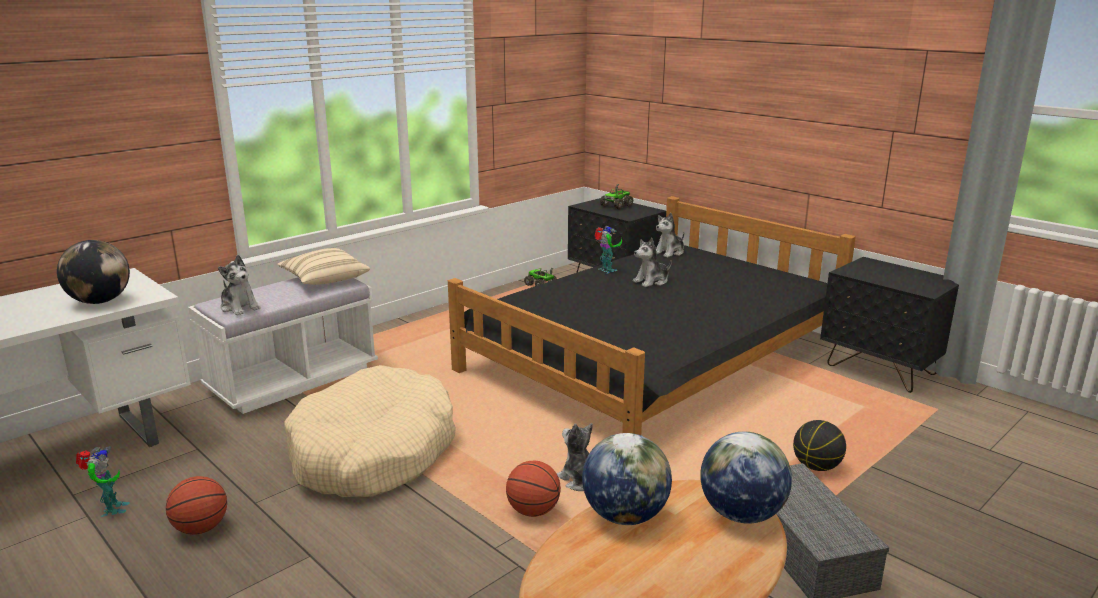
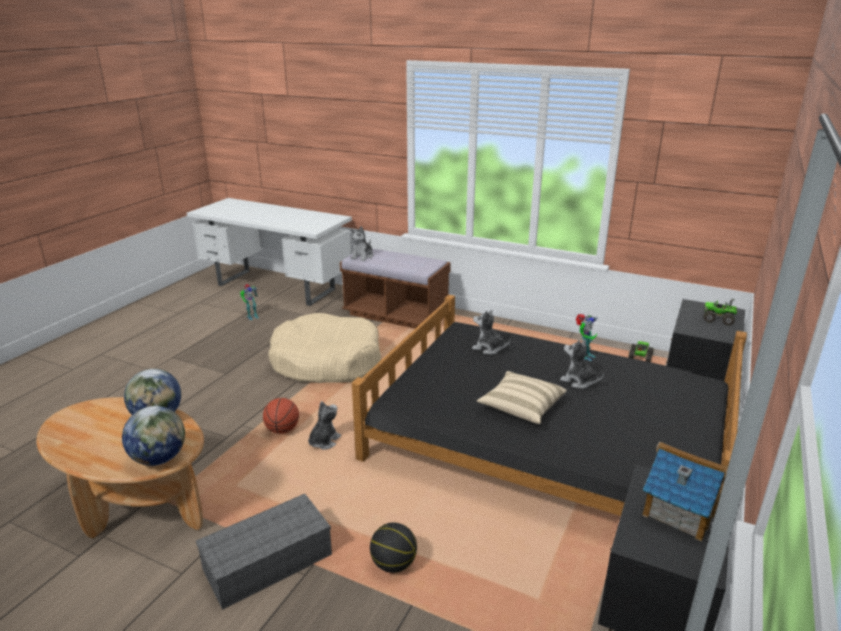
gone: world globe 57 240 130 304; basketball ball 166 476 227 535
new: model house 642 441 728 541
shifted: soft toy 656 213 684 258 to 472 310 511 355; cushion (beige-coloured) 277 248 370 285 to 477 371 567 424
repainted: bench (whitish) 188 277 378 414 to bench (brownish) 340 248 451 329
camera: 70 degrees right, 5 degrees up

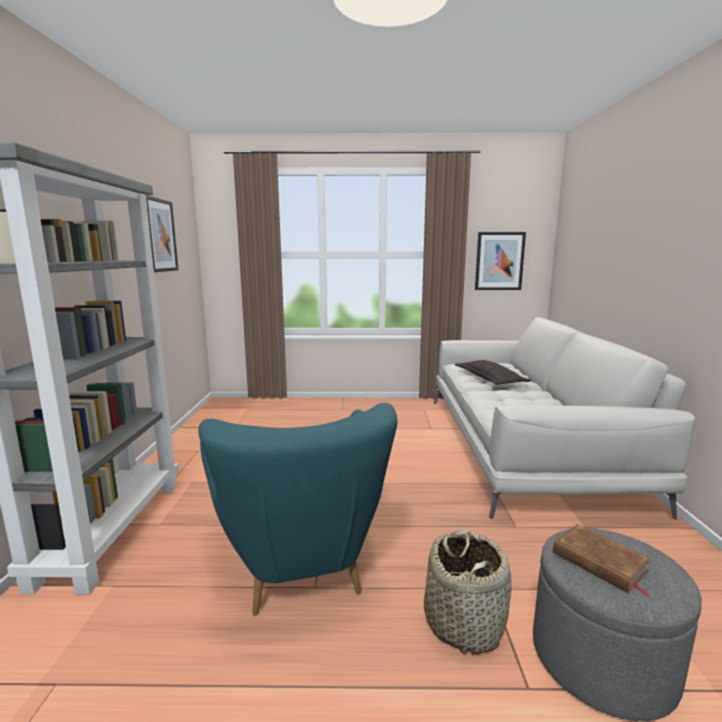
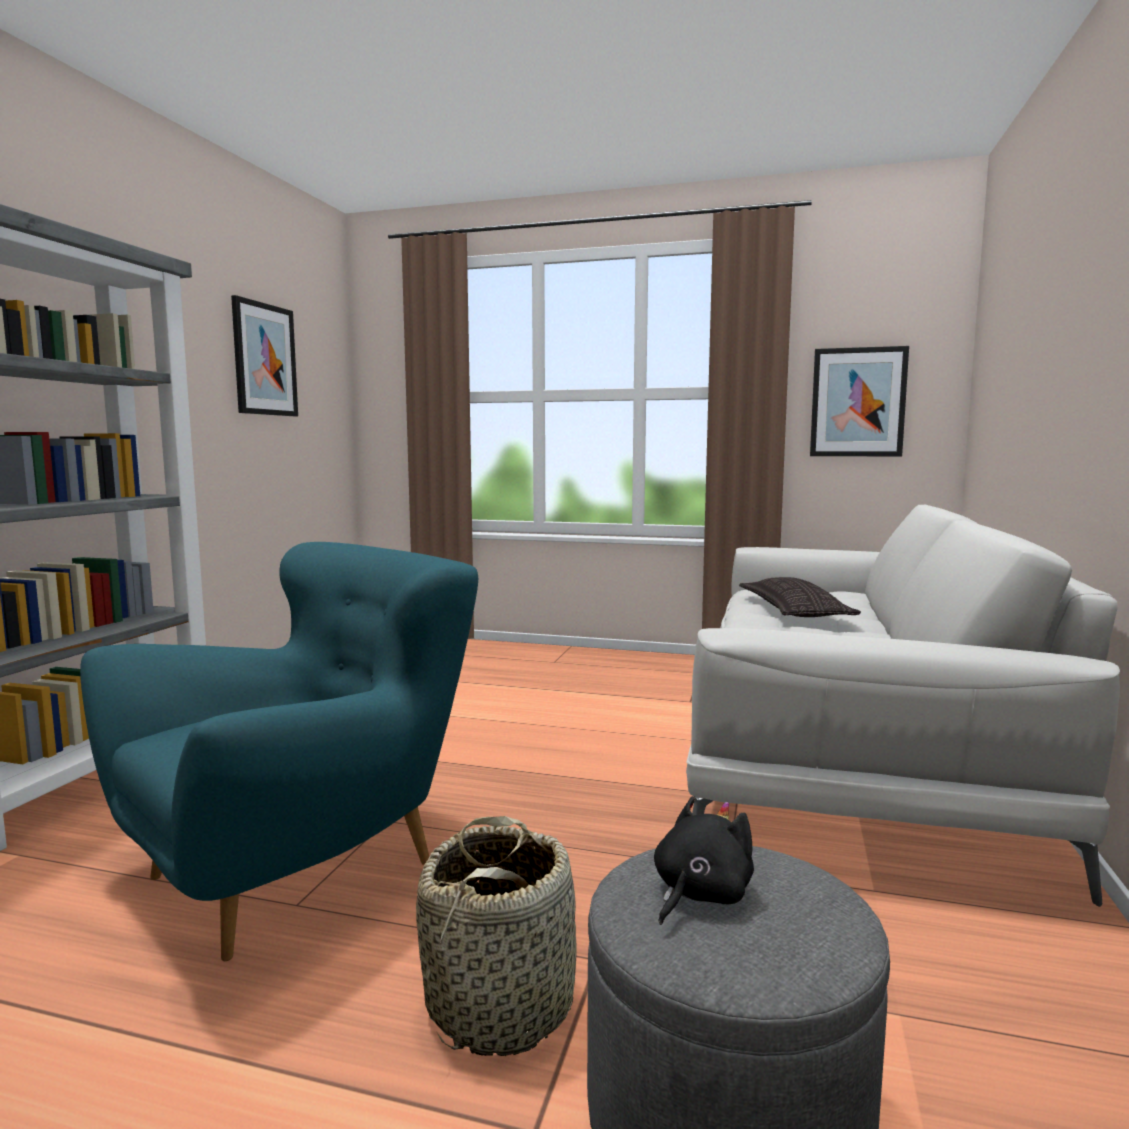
swapped: volume (brownish) 553 524 651 597 to soft toy (black) 654 796 754 925
rotated: easy chair (turquoise) 198 403 397 616 = 80 542 478 961 135 degrees counterclockwise
camera: 15 degrees right, 5 degrees down

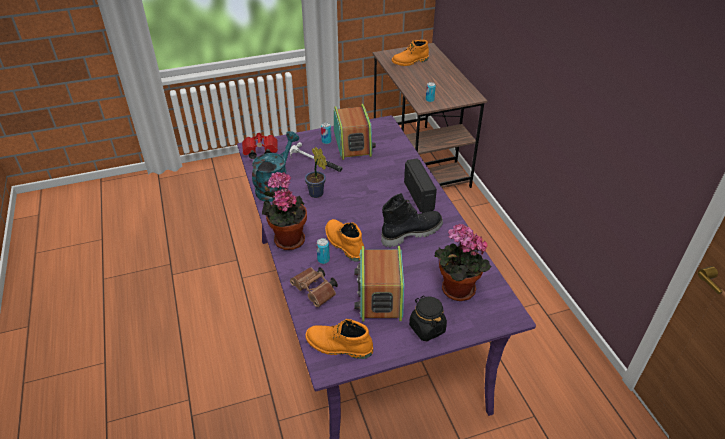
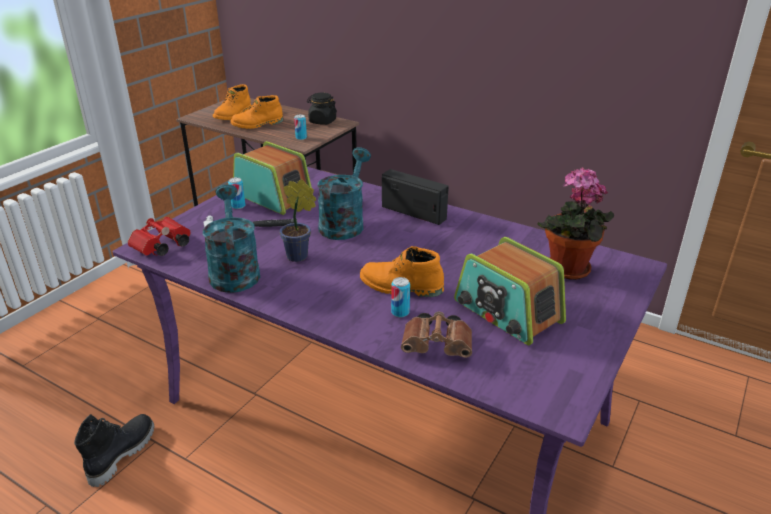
gone: houseplant 262 171 307 250
new: watering pot (turquoise) 317 147 371 240
shifted: high-top boot (black) 381 193 443 247 to 74 414 155 487; preserve jar (black) 409 295 447 341 to 307 93 337 125; high-top boot (orangey) 306 319 373 359 to 231 95 283 129
camera: 40 degrees left, 10 degrees down

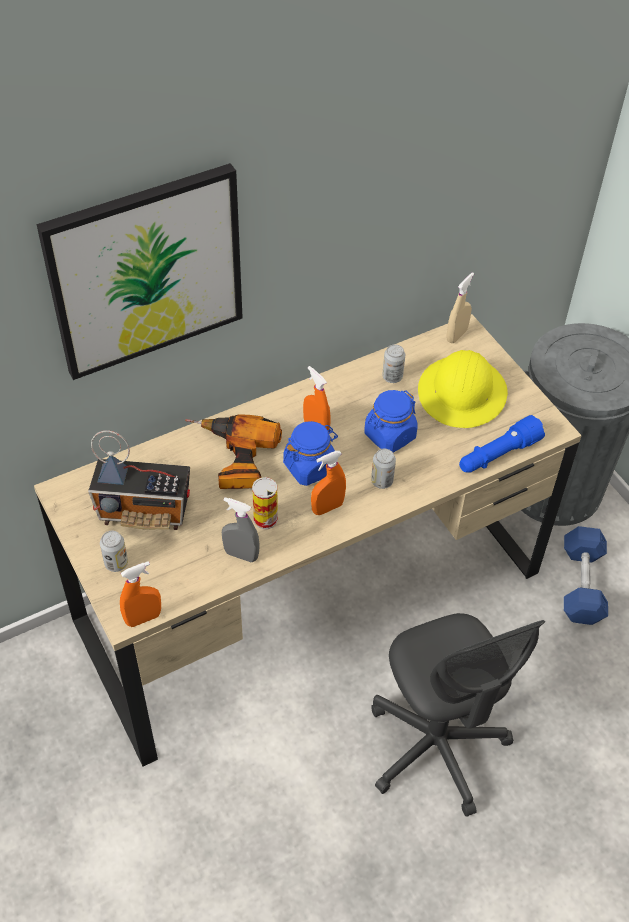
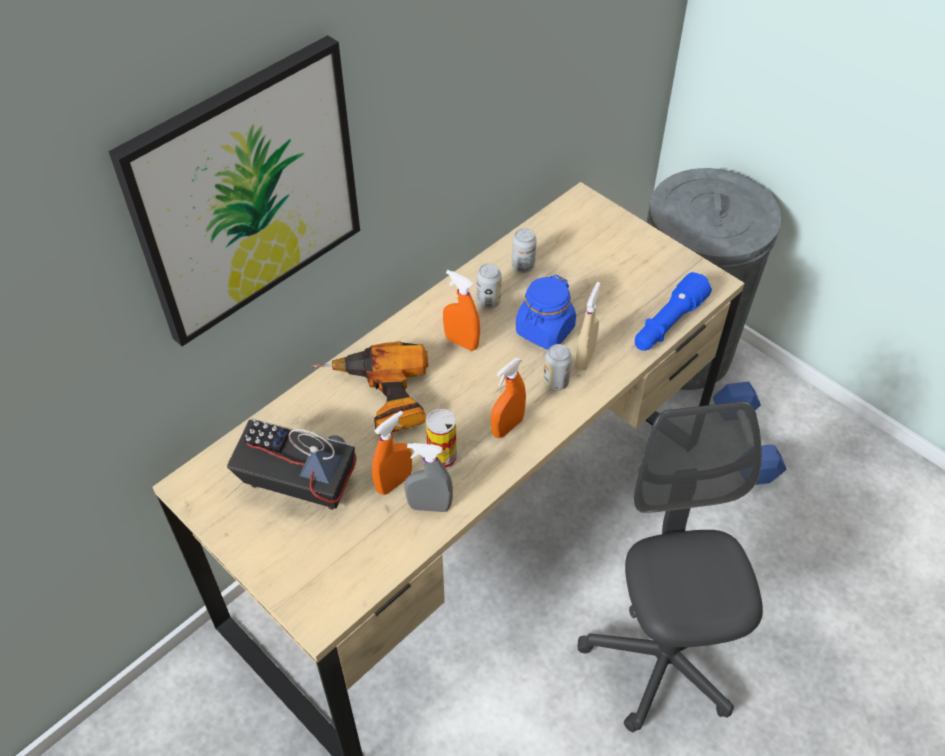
gone: hard hat (yellow-coloured) 418 350 508 428; preserve jar (blue) 283 421 338 486
shifted: hand sprayer (beige-coloured) 446 272 474 343 to 575 282 601 371; can 100 531 128 572 to 477 263 502 309; hand sprayer (orangey) 120 561 161 627 to 372 411 412 495
rotated: radio receiver 88 430 190 530 = 227 418 357 510 150 degrees counterclockwise; computer chair (greyish) 371 613 546 817 = 577 401 763 732 150 degrees counterclockwise
camera: 15 degrees left, 0 degrees up

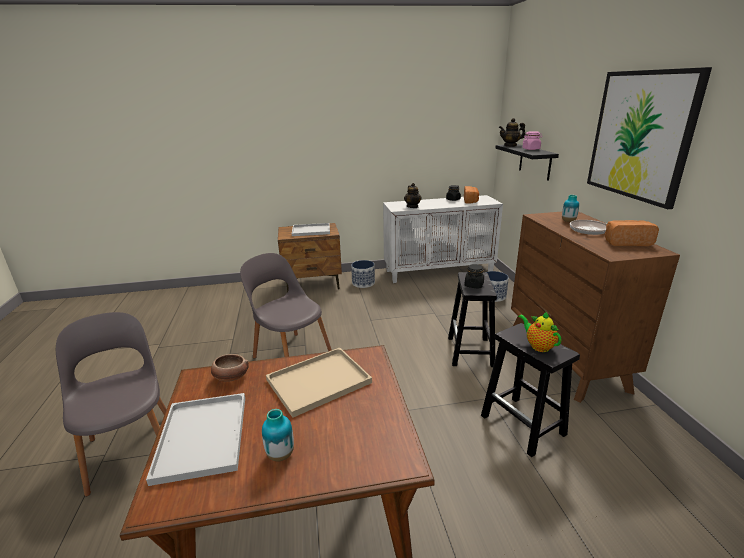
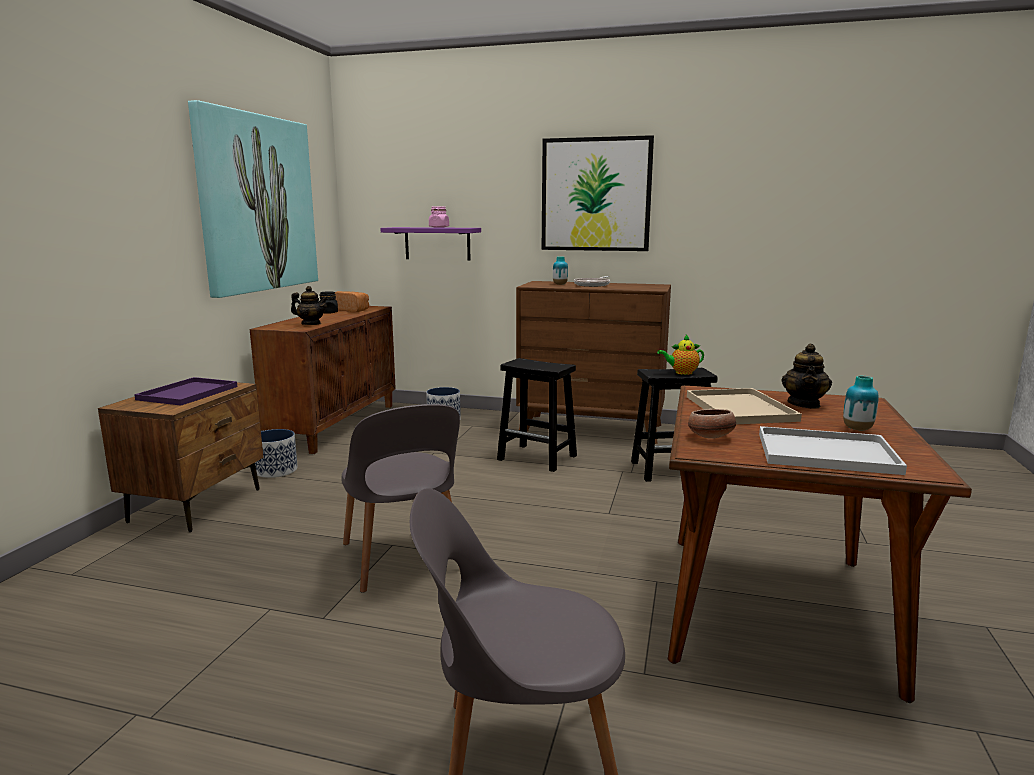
gone: bakery bread 605 220 659 246; preserve jar (black) 464 264 484 288
new: wall art 188 100 318 298
shifted: teapot 499 118 525 147 to 781 344 832 408
repainted: wall shelf (black) 495 144 559 180 to wall shelf (purple) 381 227 481 260; cupboard (whitish) 383 195 503 283 to cupboard (brownish) 250 306 396 454; carrying tray (whitish) 292 223 330 236 to carrying tray (purple) 134 377 237 406
rotated: chair (greyish) 240 253 332 358 = 341 404 460 593 90 degrees counterclockwise
camera: 65 degrees left, 10 degrees down

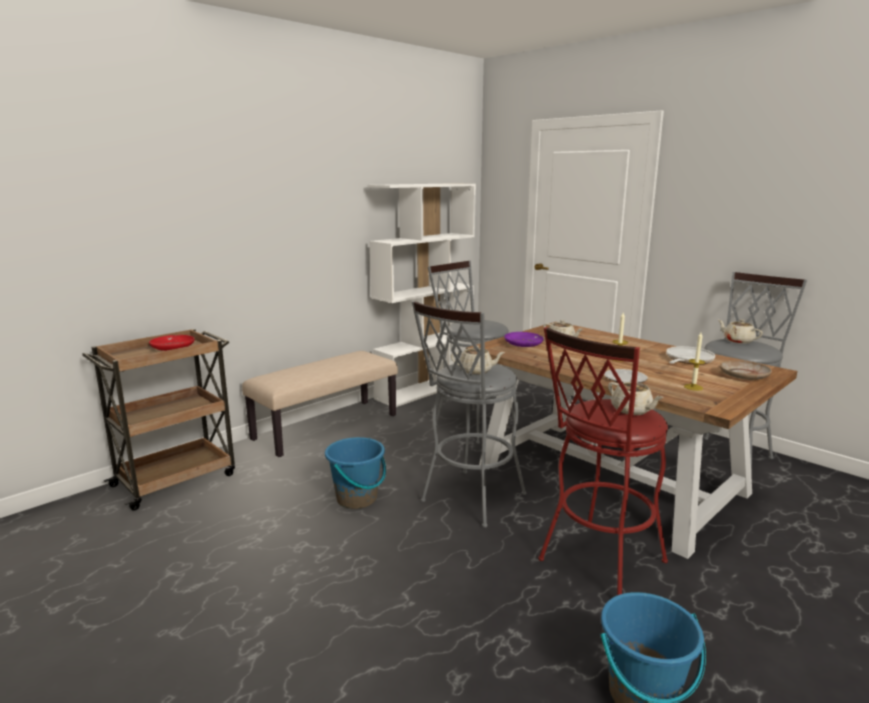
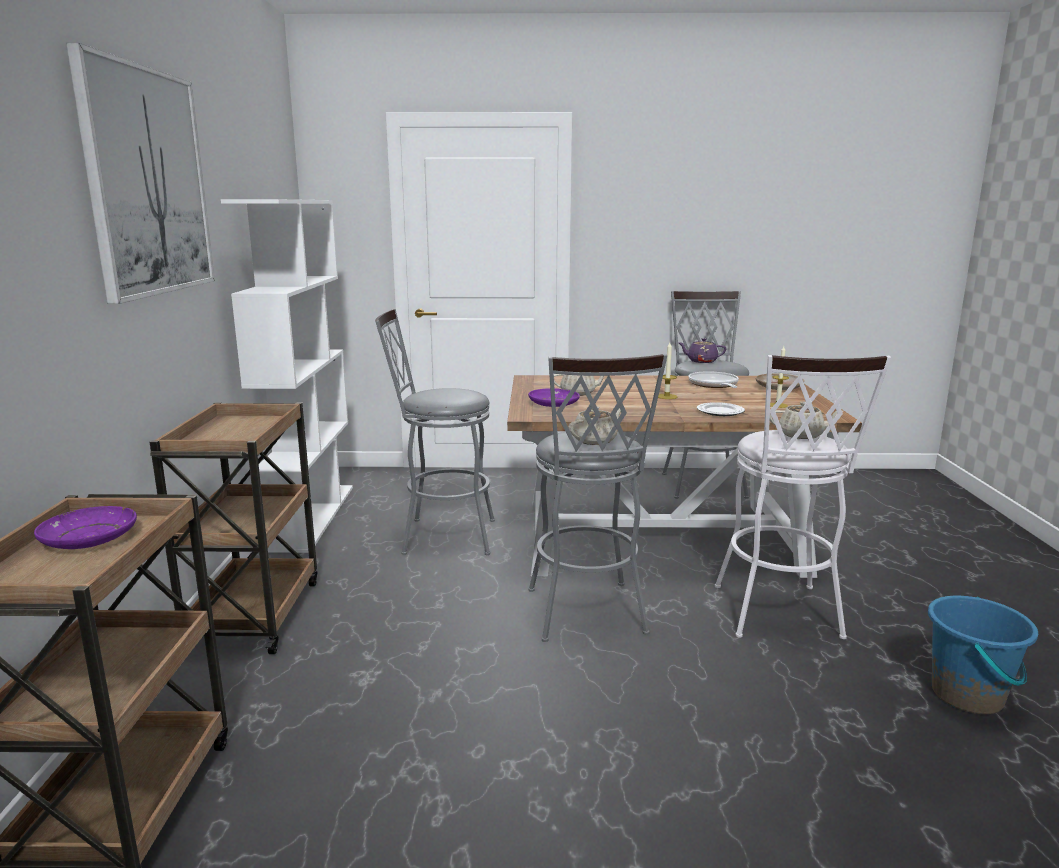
gone: bucket (blue) 325 437 386 509
new: wall art 66 43 215 304
swapped: bench (beige-coloured) 242 351 398 457 to trolley (brownish) 150 402 318 654
repainted: teapot (beige-coloured) 718 319 763 344 to teapot (purple) 678 338 727 363; stool (reddish) 538 327 668 595 to stool (whitish) 715 355 891 639; flat dish (reddish) 149 335 195 351 to flat dish (purple) 34 506 137 549
camera: 45 degrees left, 0 degrees up

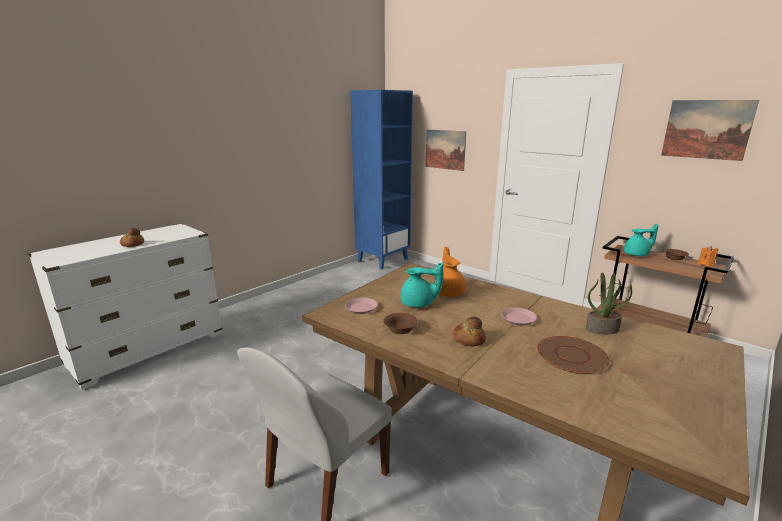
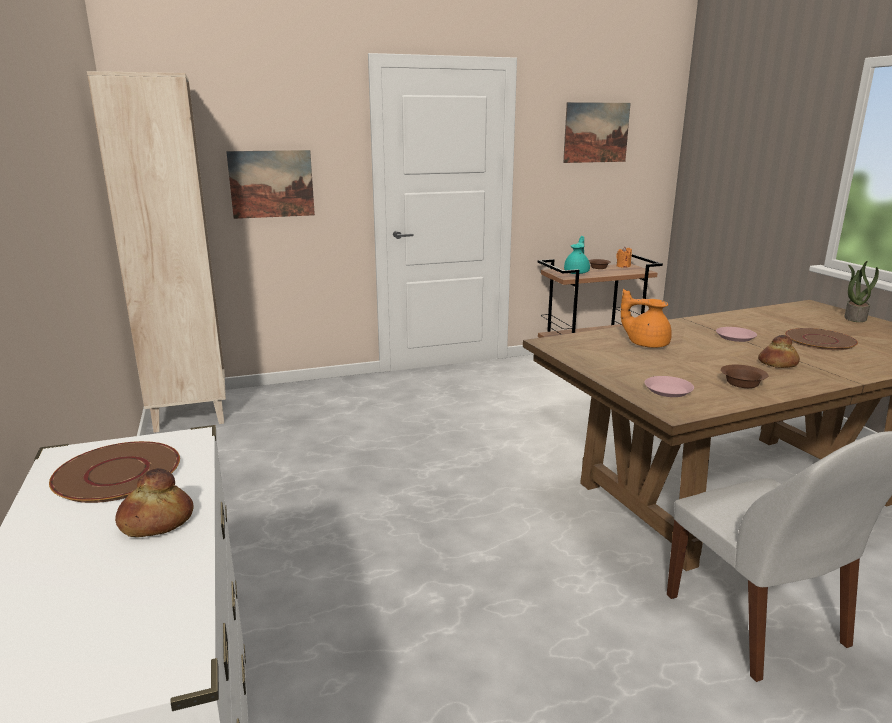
gone: teapot (turquoise) 400 262 443 308
new: flat dish (brownish) 49 441 180 503
shifted: houseplant 586 272 632 334 to 844 261 879 322
repainted: bookshelf (blue) 350 90 413 270 to bookshelf (beige-coloured) 87 71 226 433
camera: 60 degrees left, 0 degrees up

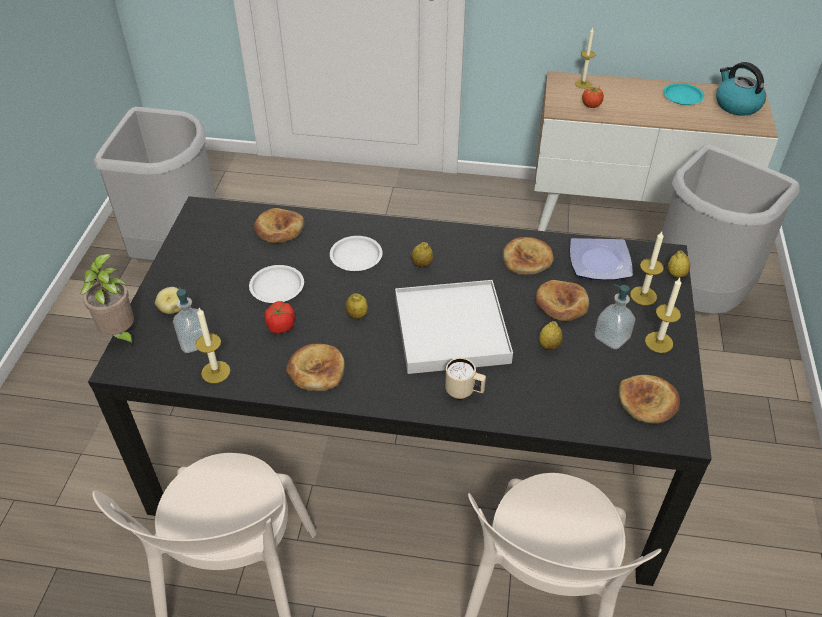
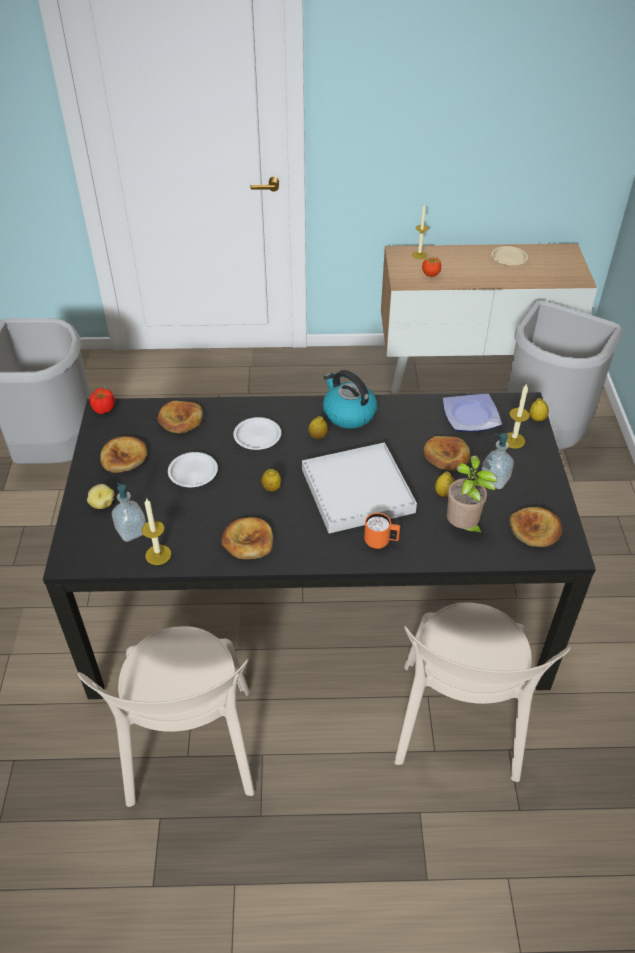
gone: wax candle 645 278 681 353
shifted: kettle 716 62 766 116 to 323 370 377 429; bakery bread 503 237 554 275 to 100 436 147 473; houseplant 80 254 134 348 to 447 455 497 537; whole tomato 265 301 295 334 to 89 388 115 414
repainted: flat dish (turquoise) 663 83 704 105 to flat dish (beige-coloured) 491 246 528 266; mug (beige-coloured) 445 358 486 400 to mug (orangey) 364 513 400 549
camera: 10 degrees left, 0 degrees up

